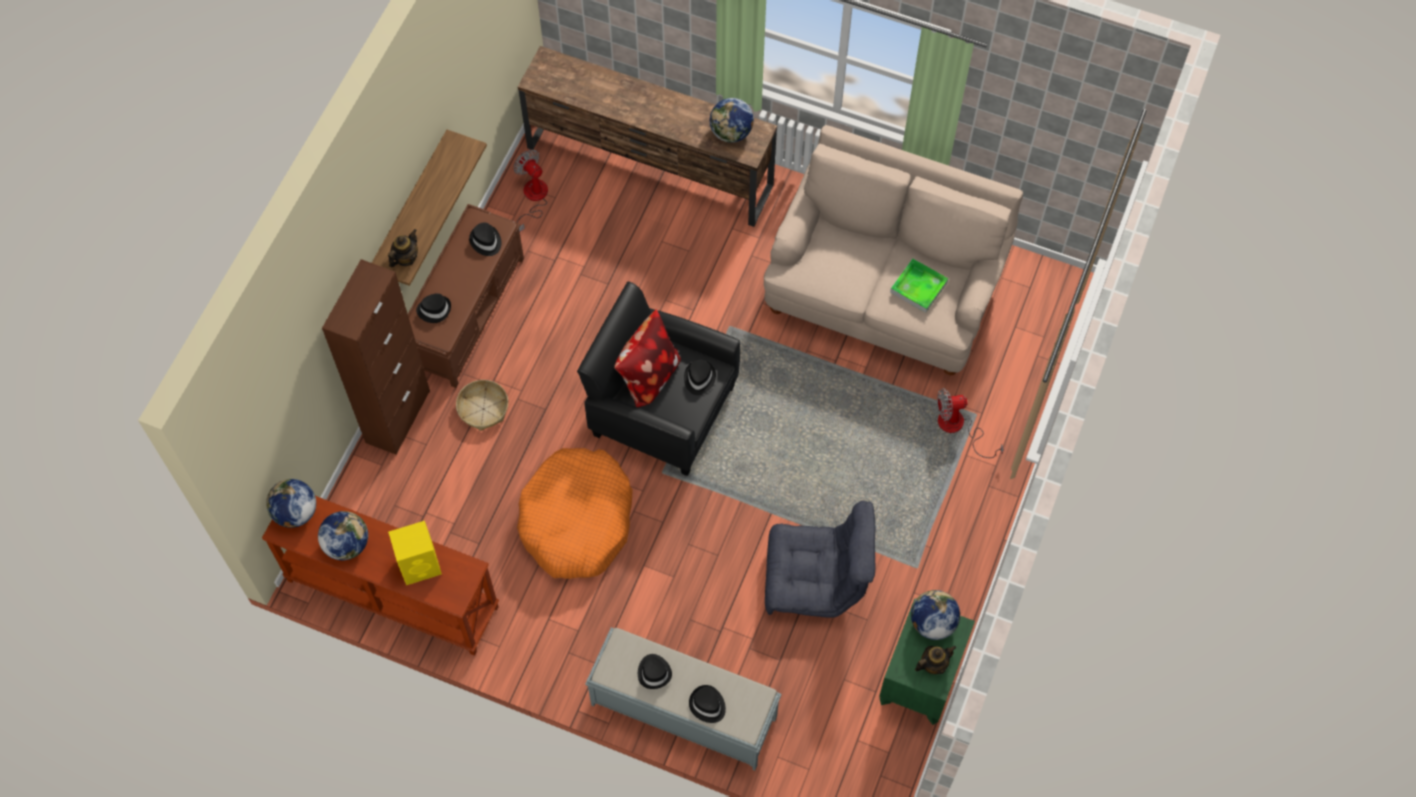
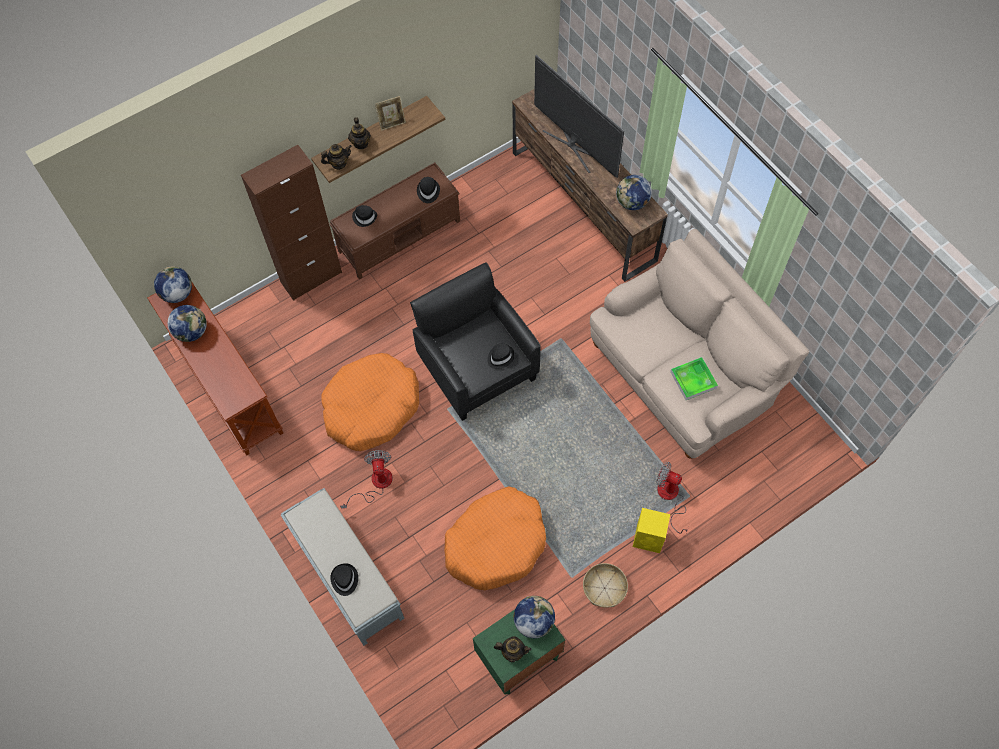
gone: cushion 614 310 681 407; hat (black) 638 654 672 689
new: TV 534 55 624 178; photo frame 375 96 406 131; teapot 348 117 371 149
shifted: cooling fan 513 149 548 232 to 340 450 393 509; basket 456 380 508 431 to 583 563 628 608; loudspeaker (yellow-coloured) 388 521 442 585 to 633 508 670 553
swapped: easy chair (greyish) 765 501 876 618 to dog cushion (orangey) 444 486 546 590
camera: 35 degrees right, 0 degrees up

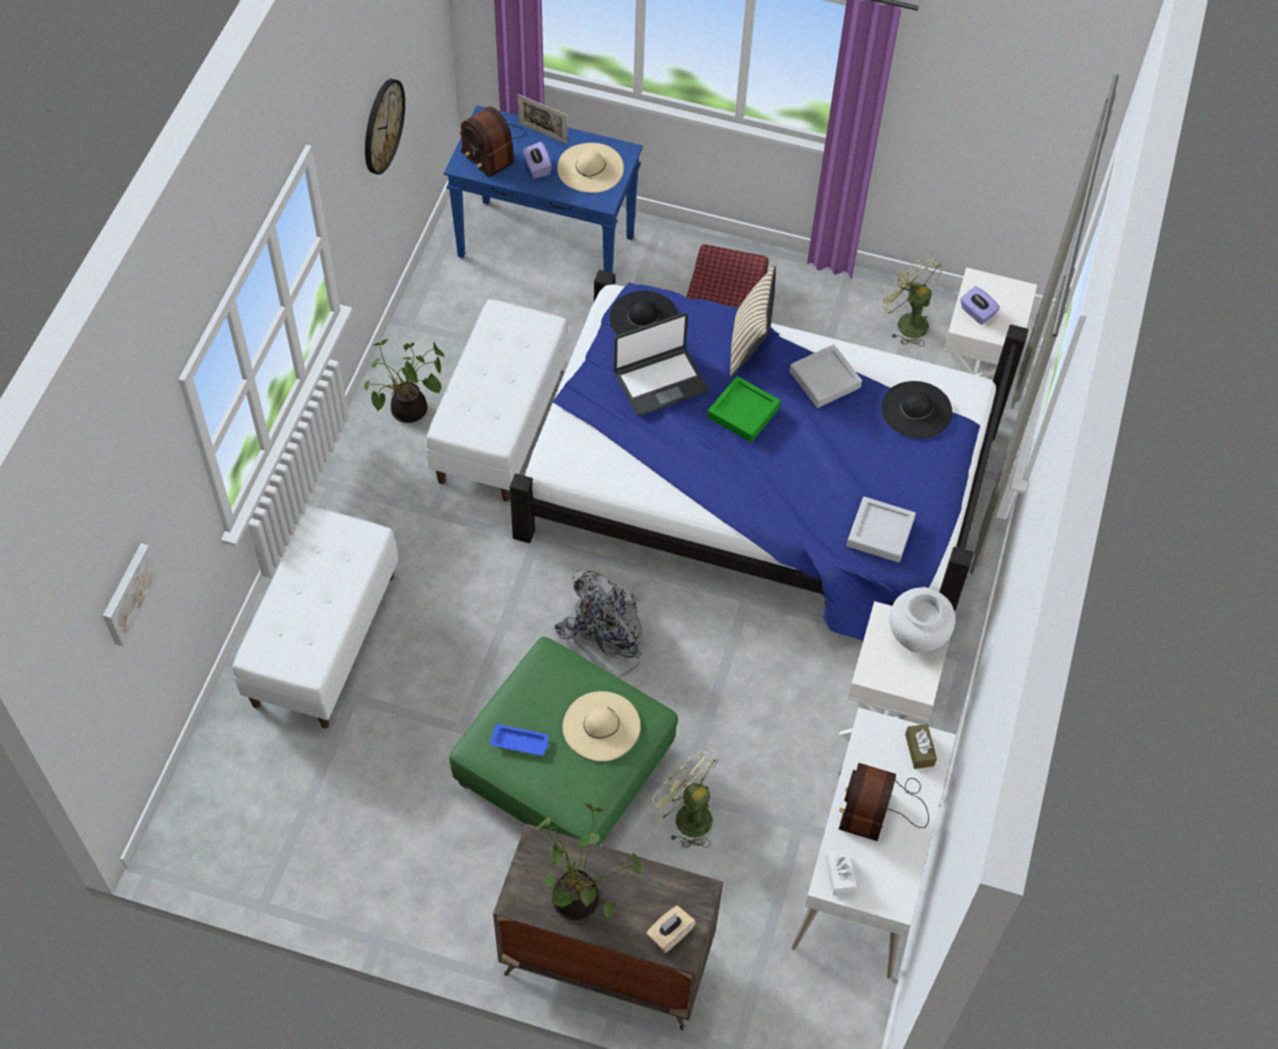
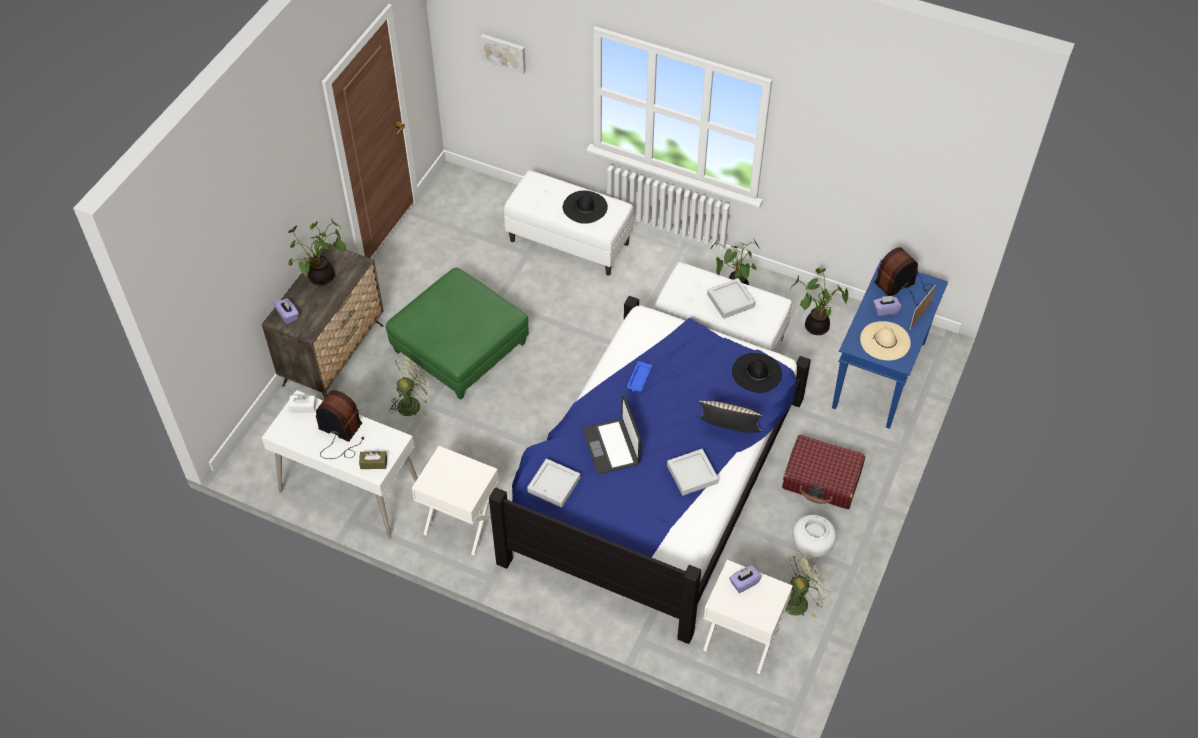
gone: hanging clock 365 79 405 175; carrying tray (green) 707 376 781 442; backpack (greyish) 554 570 643 679; hat (beige-coloured) 563 691 641 761
new: houseplant 790 268 848 335; carrying tray (greyish) 707 278 755 319
shifted: laptop 614 313 708 416 to 582 395 641 474; hat (black) 881 381 952 439 to 563 190 608 224; decorative vase (whitish) 889 587 955 653 to 792 515 836 558; carrying tray (blue) 490 724 549 756 to 627 361 652 392
repainted: tissue box (beige-coloured) 646 906 696 953 to tissue box (purple) 274 298 299 324
camera: 100 degrees right, 5 degrees down

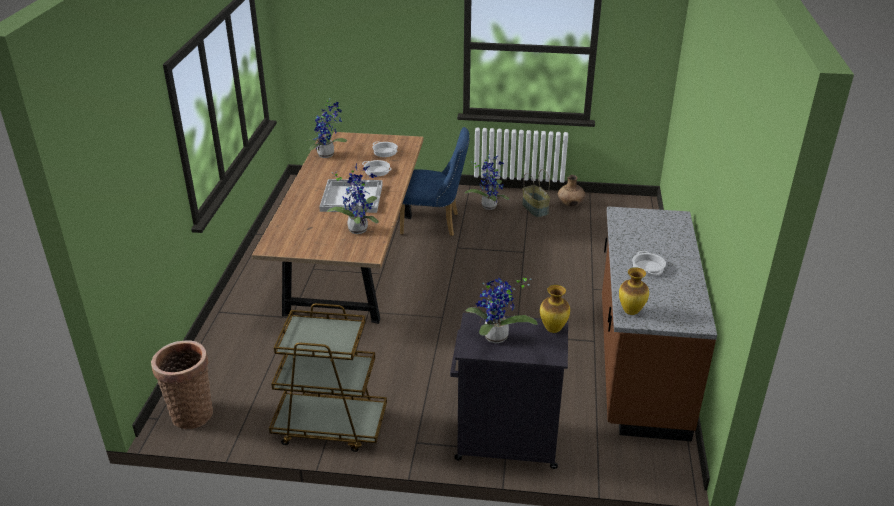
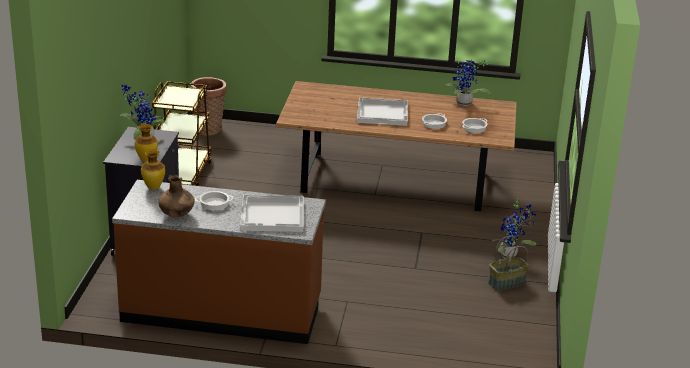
gone: chair (blue) 400 127 470 236; houseplant 327 164 379 234
new: carrying tray (whitish) 240 195 303 232
shifted: decorative vase (brownish) 558 175 585 206 to 158 175 195 217
camera: 90 degrees right, 5 degrees down

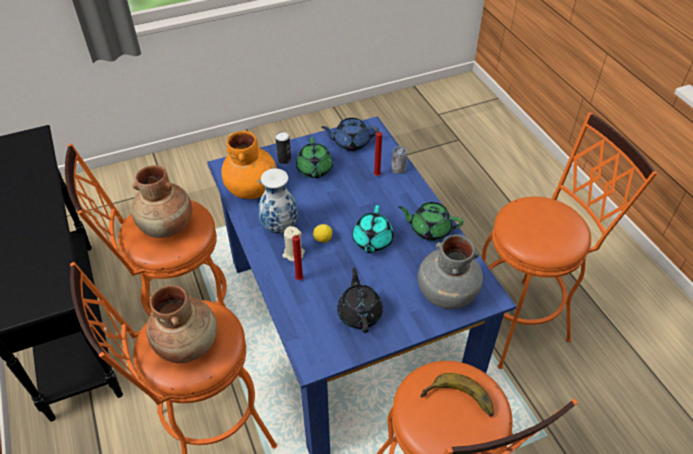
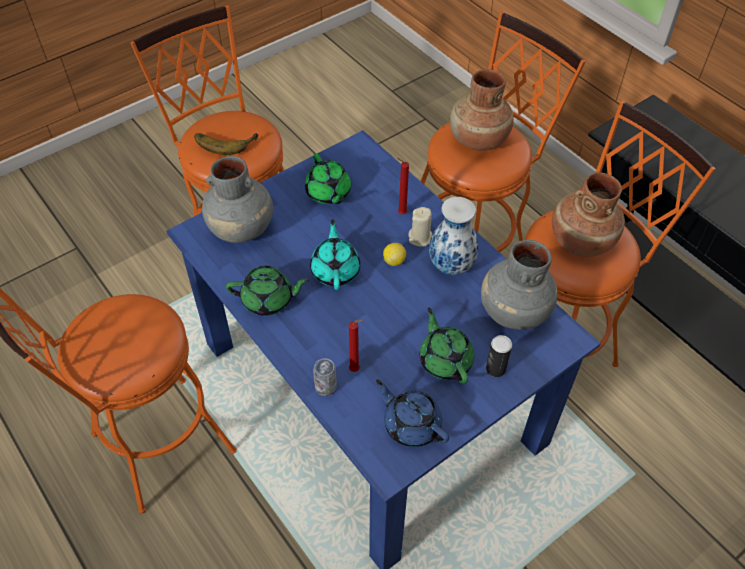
repainted: decorative vase (orangey) 221 131 277 199 to decorative vase (greyish) 481 240 557 330; teapot (black) 337 267 383 333 to teapot (green) 305 154 351 204
rotated: teapot (blue) 321 118 379 151 = 376 379 449 447 120 degrees counterclockwise
camera: 165 degrees right, 5 degrees up

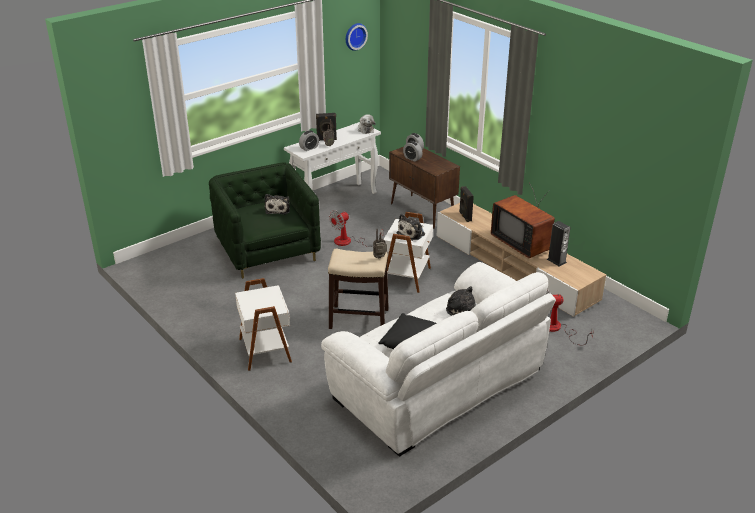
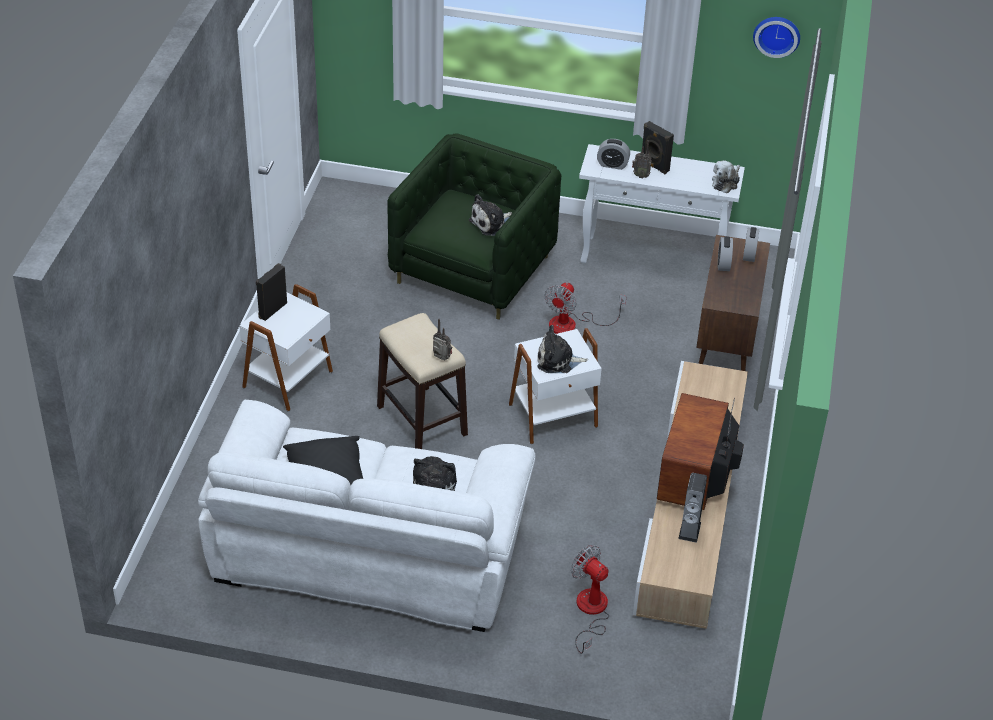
shifted: loudspeaker (black) 459 186 474 222 to 256 263 287 321
rotated: cooling fan 329 210 383 247 = 544 282 627 334 75 degrees counterclockwise
camera: 50 degrees right, 10 degrees up

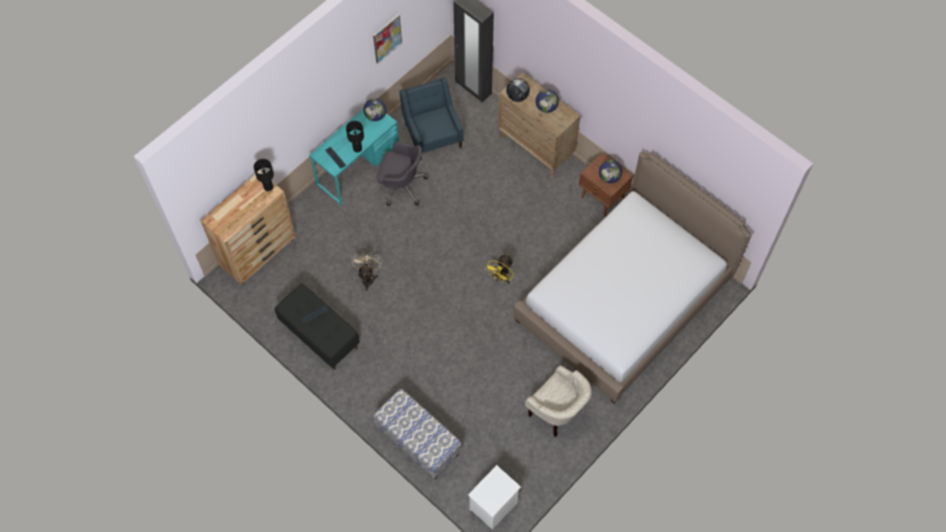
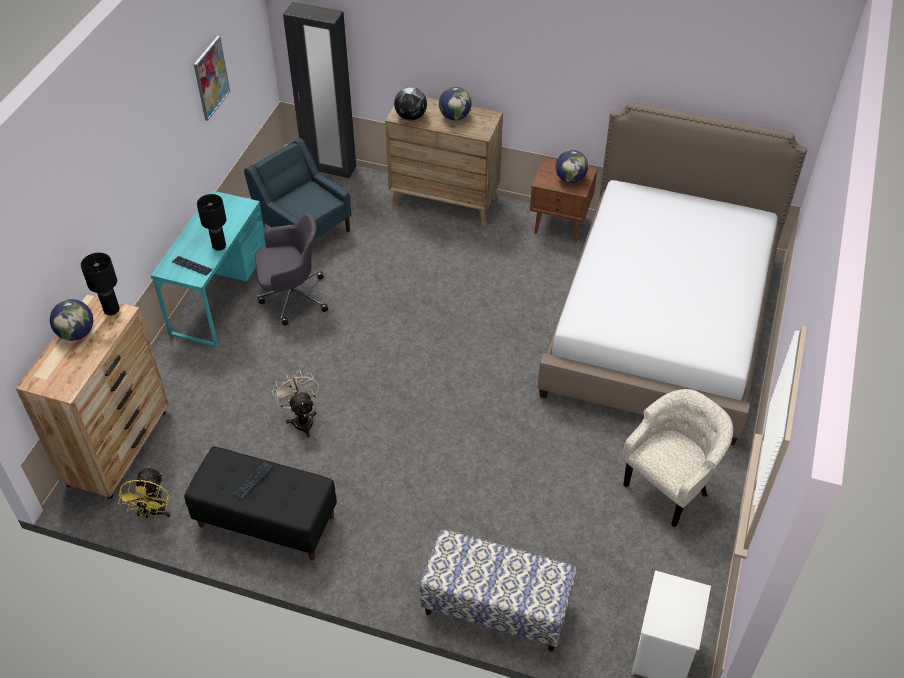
shifted: world globe 363 98 387 121 to 50 299 93 341; cooling fan (yellow-coloured) 486 254 514 284 to 119 466 170 518
rotated: easy chair (beige-coloured) 525 365 592 437 = 622 389 733 527 60 degrees counterclockwise
camera: 25 degrees left, 15 degrees down

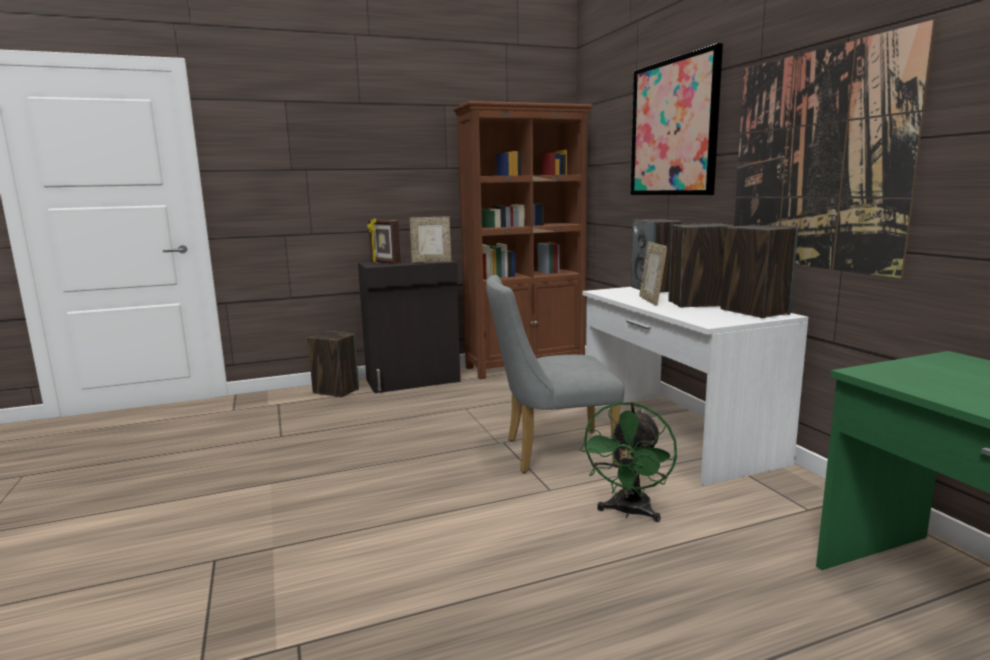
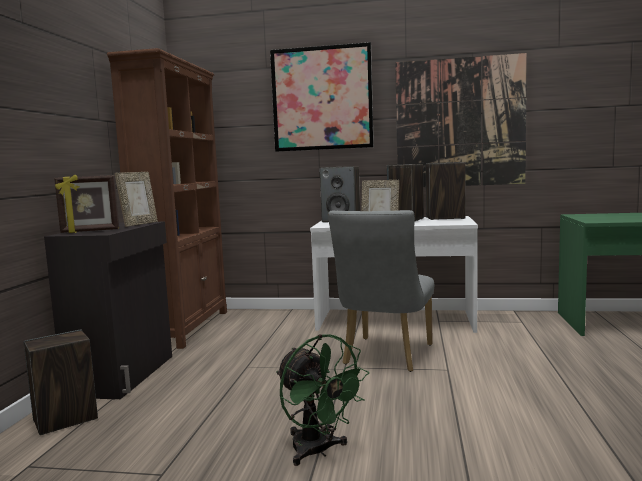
shifted: cooling fan (green) 579 402 677 522 to 276 334 369 466
camera: 60 degrees left, 5 degrees down

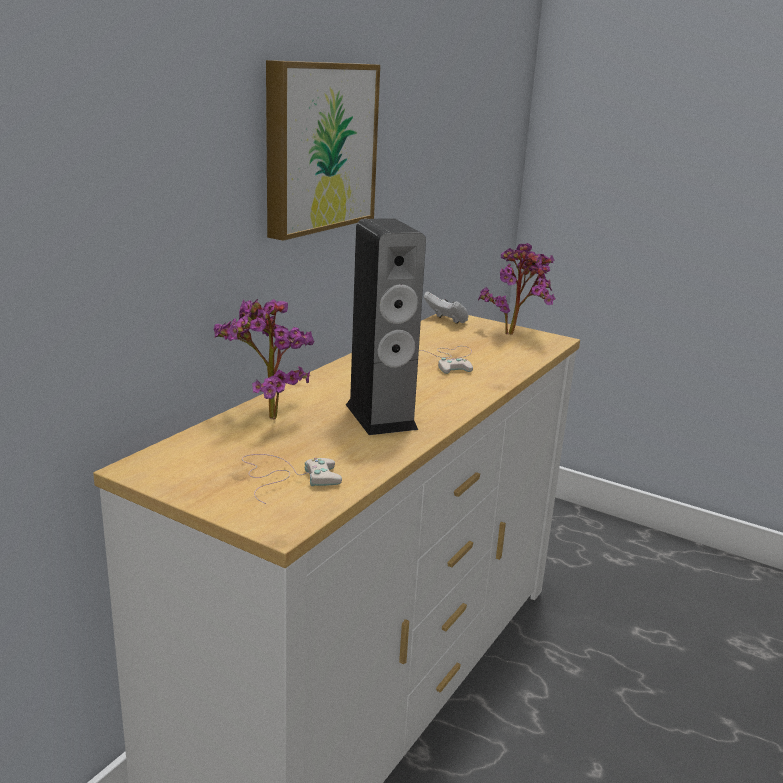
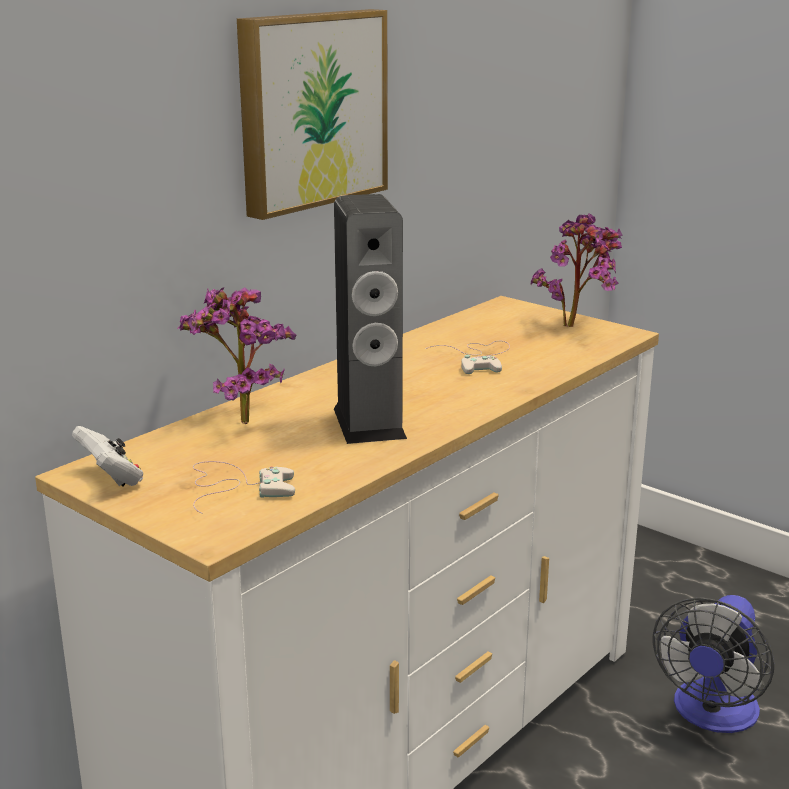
new: cooling fan 652 595 774 733
shifted: gamepad (whitish) 423 291 469 324 to 72 426 144 487
camera: 10 degrees right, 0 degrees up

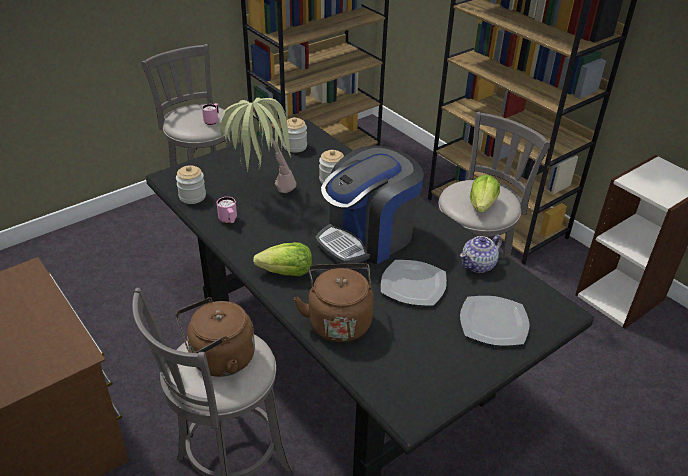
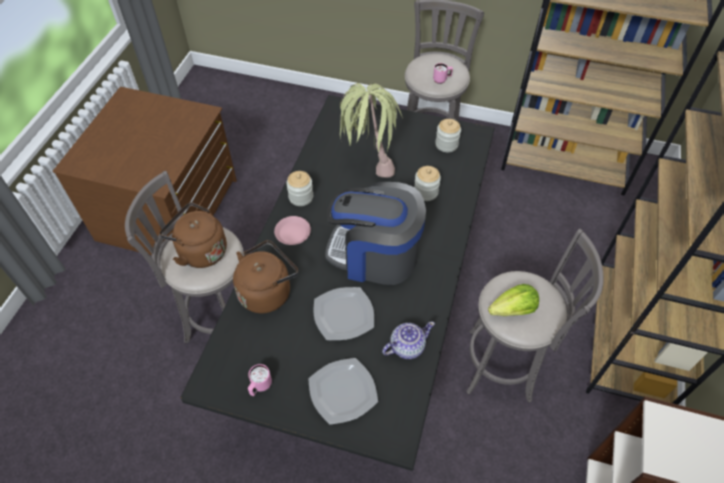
shifted: preserve jar 176 165 206 204 to 286 171 313 206; mug (pink) 217 197 237 224 to 248 364 272 396
swapped: head of lettuce 253 242 312 276 to flat dish (pink) 274 216 311 245
rotated: teapot 460 235 502 273 = 382 321 435 359 135 degrees clockwise
camera: 55 degrees right, 15 degrees up

